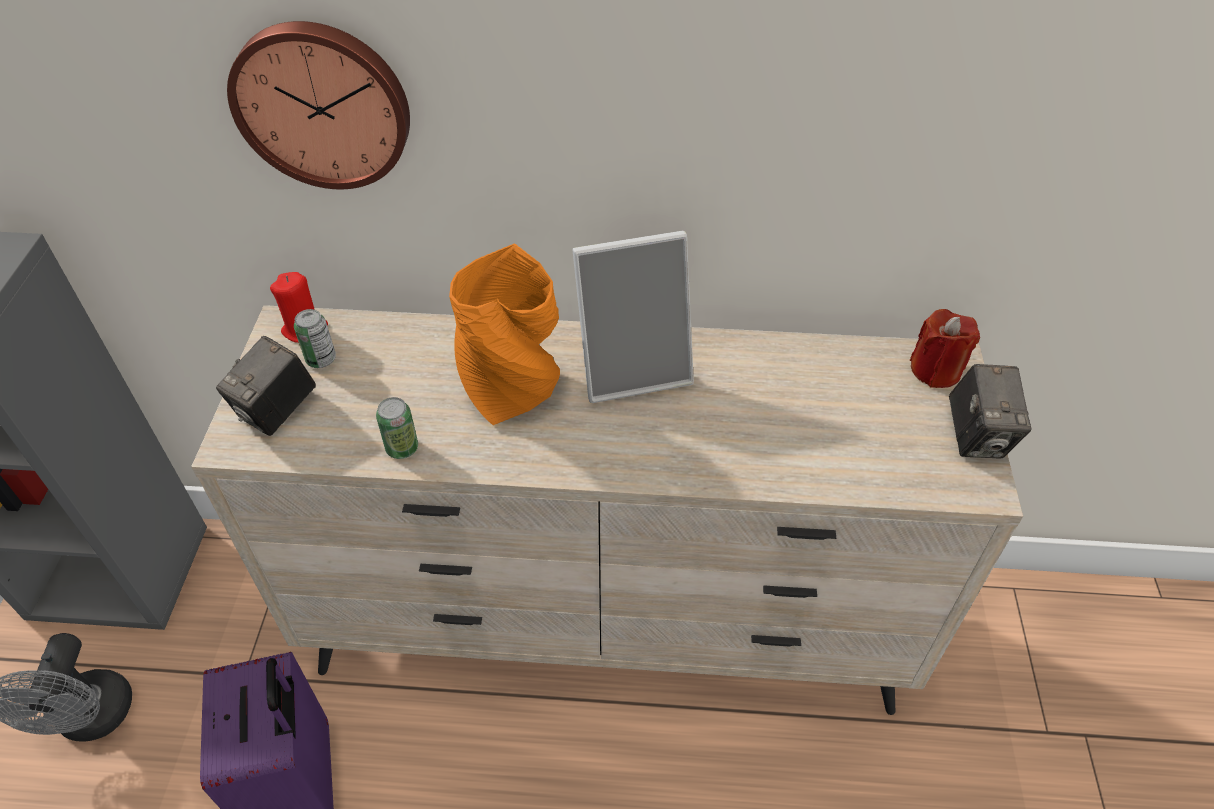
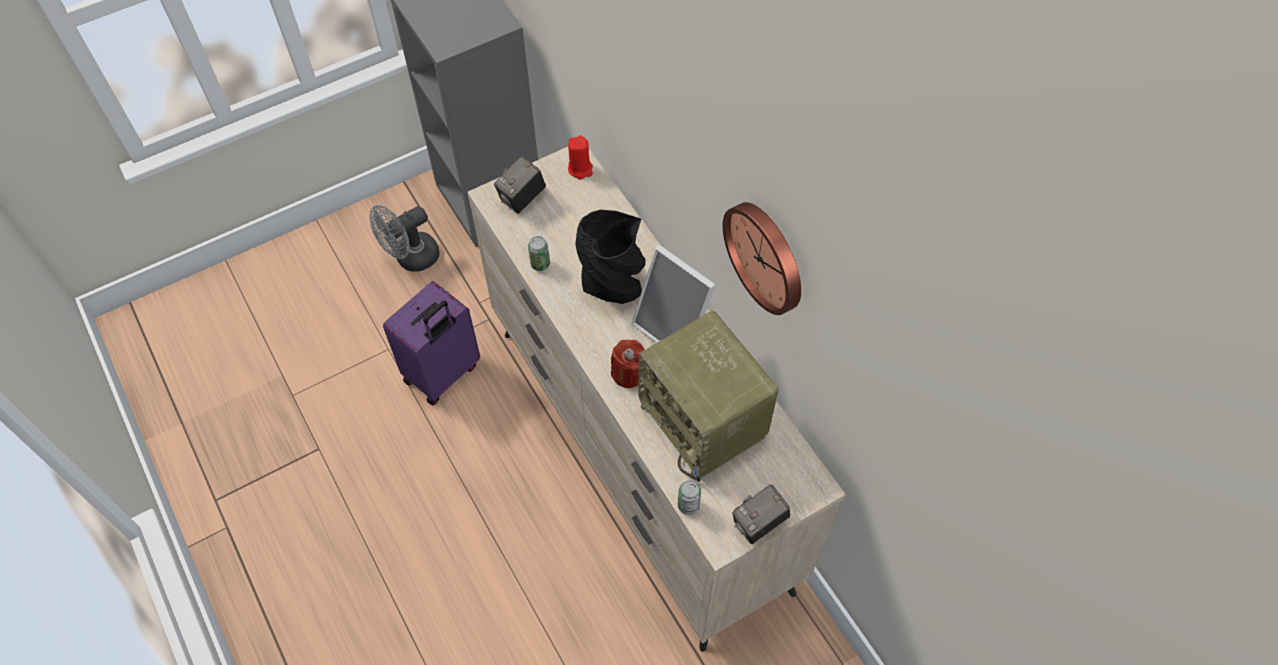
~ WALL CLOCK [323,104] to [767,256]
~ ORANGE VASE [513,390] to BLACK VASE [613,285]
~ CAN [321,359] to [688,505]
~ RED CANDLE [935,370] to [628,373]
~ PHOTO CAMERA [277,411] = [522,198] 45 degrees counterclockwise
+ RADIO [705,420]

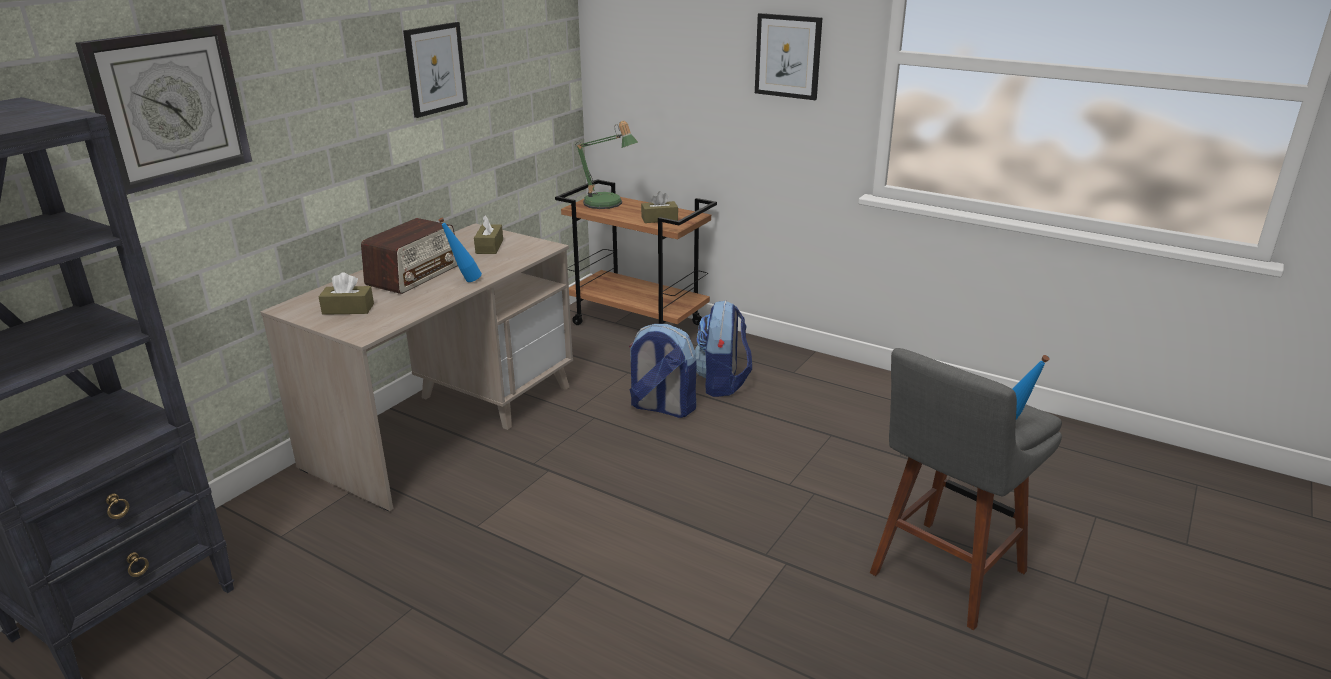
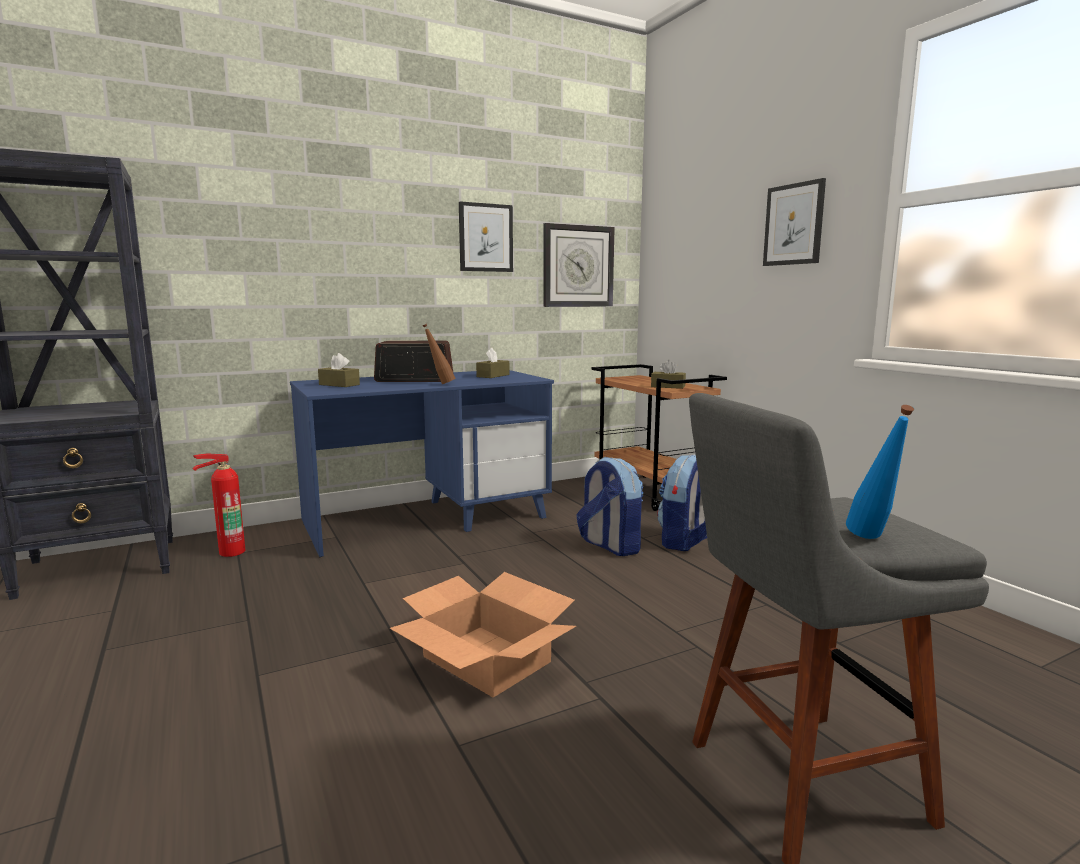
~ WALL CLOCK [169,107] to [578,266]
- TABLE LAMP [607,204]
~ RADIO [414,275] = [414,379] 150 degrees counterclockwise
~ BLUE BOTTLE [464,281] to BROWN BOTTLE [440,384]
~ BEIGE DESK [446,423] to BLUE DESK [428,519]
+ FIRE EXTINGUISHER [229,552]
+ CARDBOARD BOX [486,659]

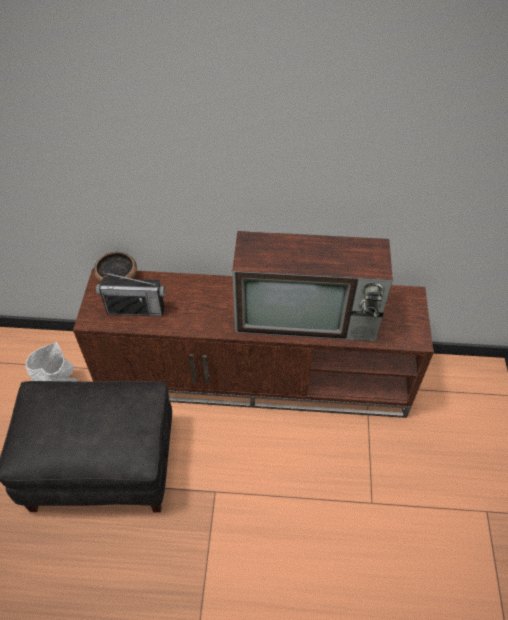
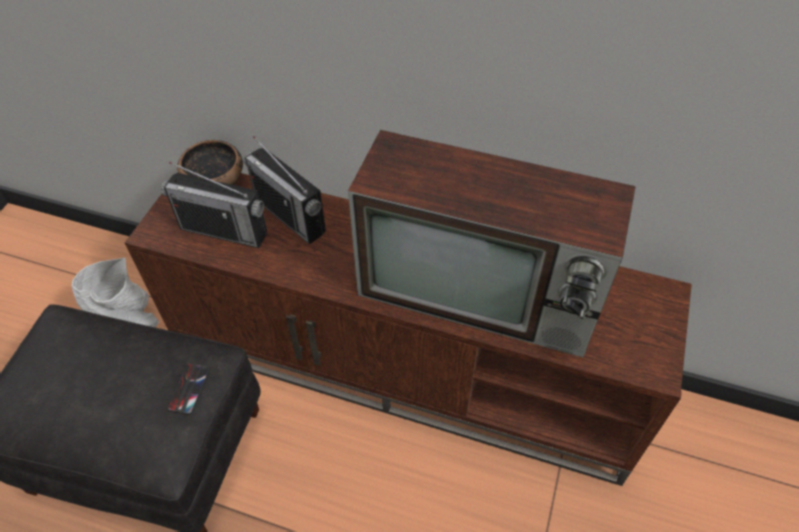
+ RADIO [290,216]
+ PHONE [189,388]

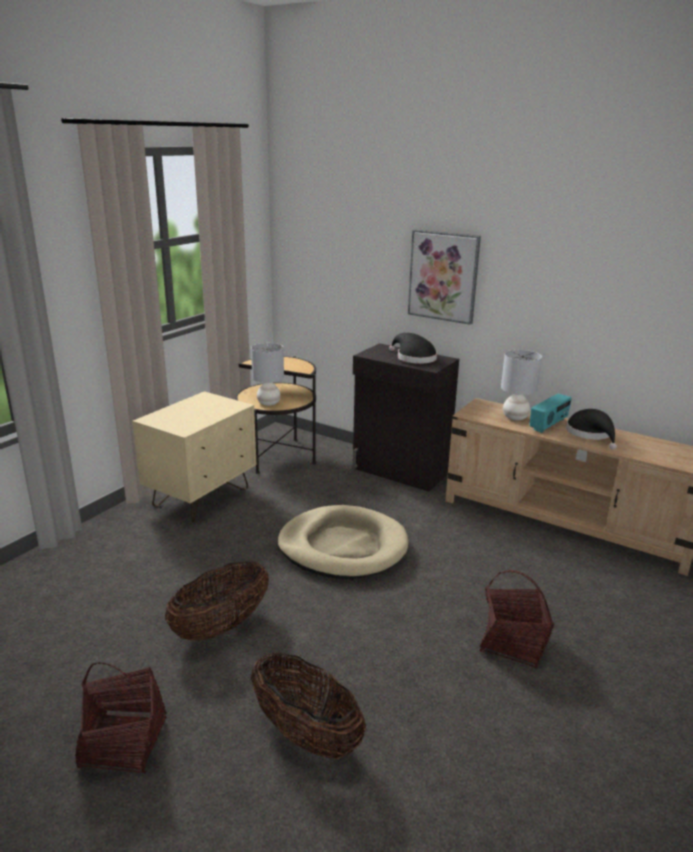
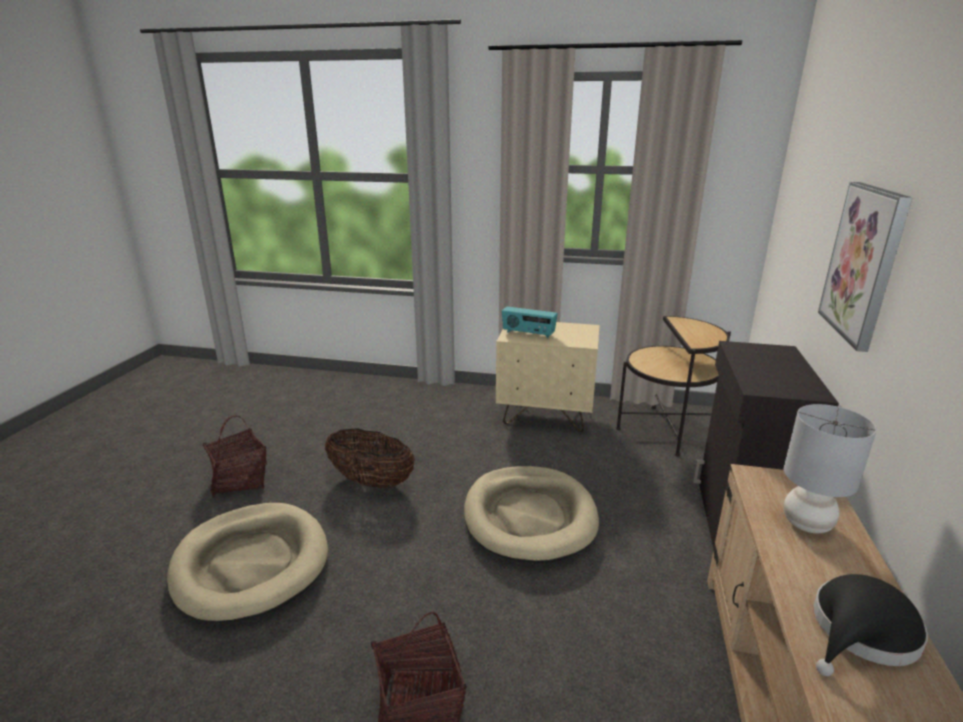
- BLACK HAT [413,358]
- GREY TABLE LAMP [268,403]
~ RADIO [548,425] to [528,334]
~ BASKET [306,734] to BEIGE DOG BED [251,564]

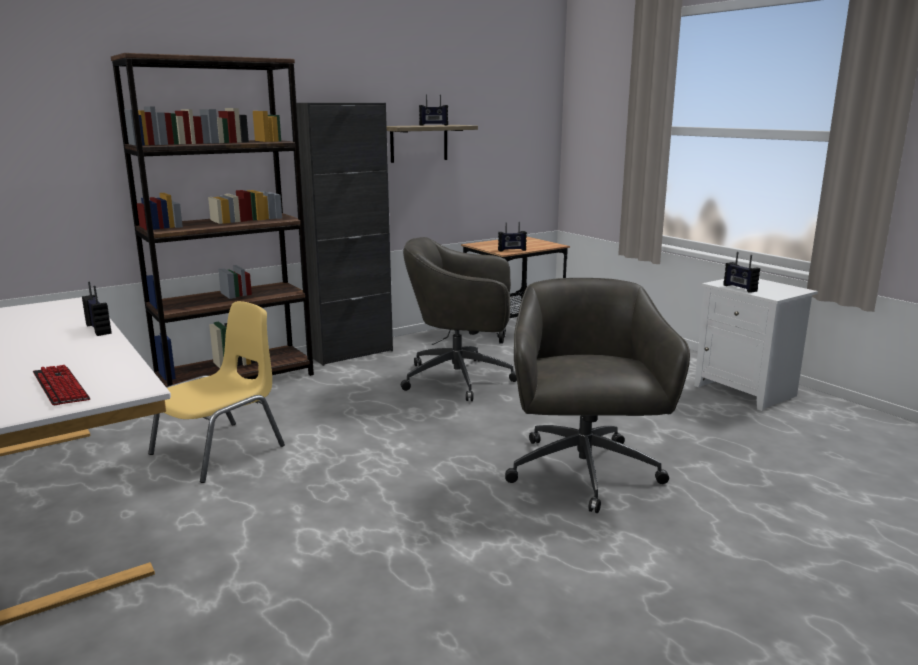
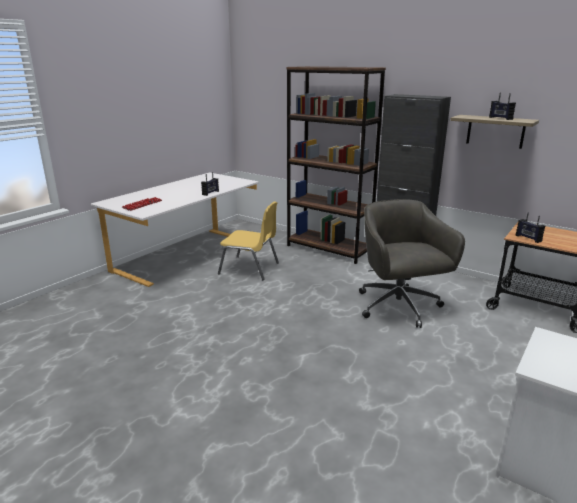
- RADIO [739,288]
- GREY OFFICE CHAIR [583,473]

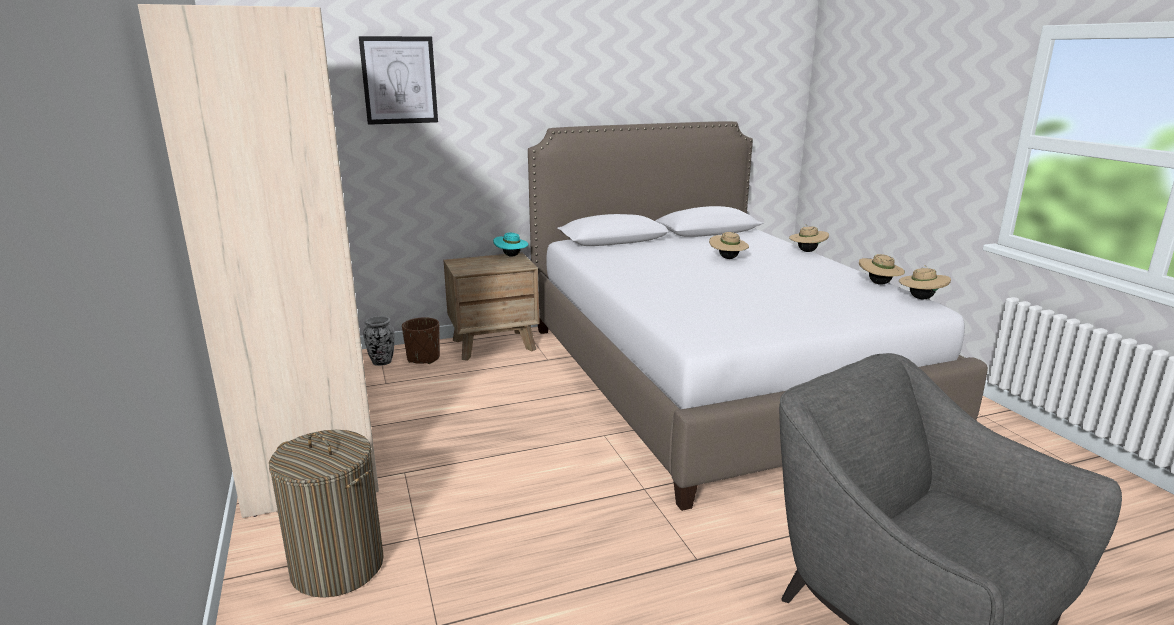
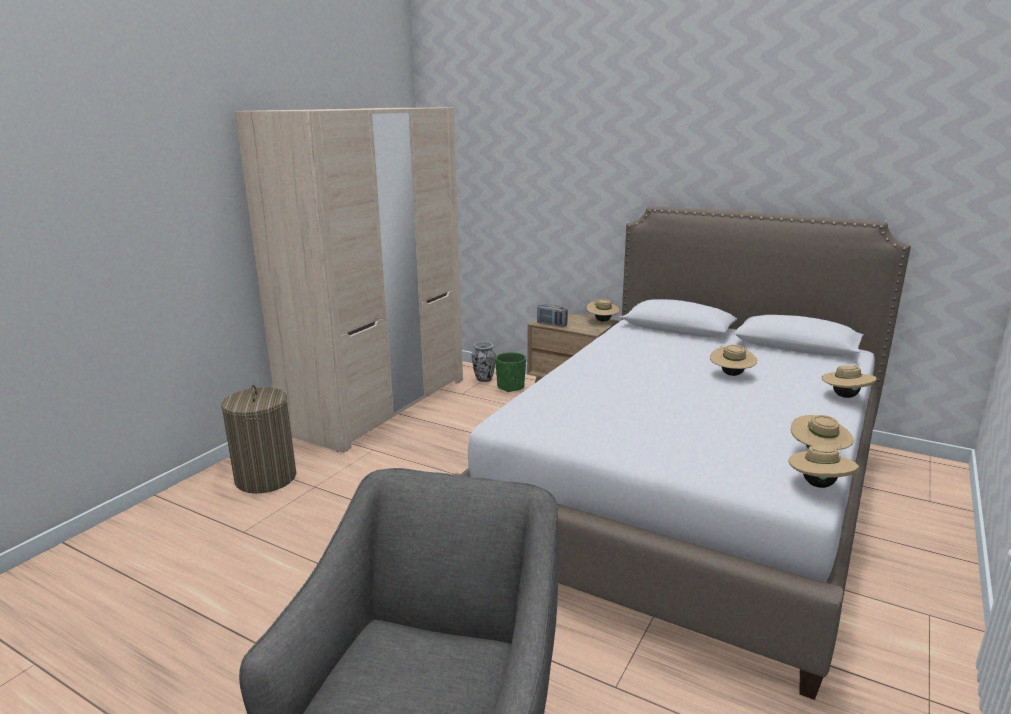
- PICTURE [399,80]
~ TURQUOISE HAT [511,256] to BEIGE HAT [602,321]
~ BROWN PLANTER [423,358] to GREEN PLANTER [510,387]
+ RADIO [552,324]

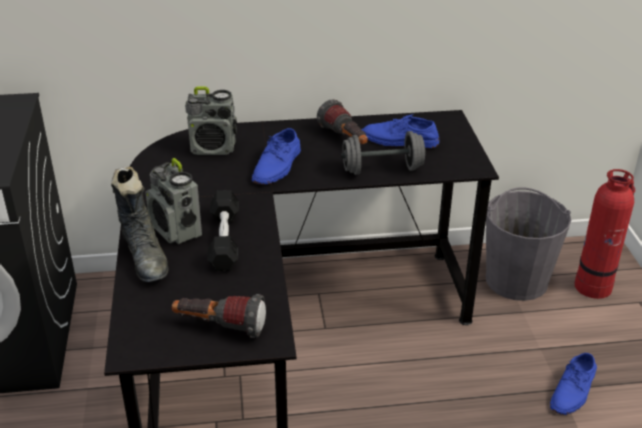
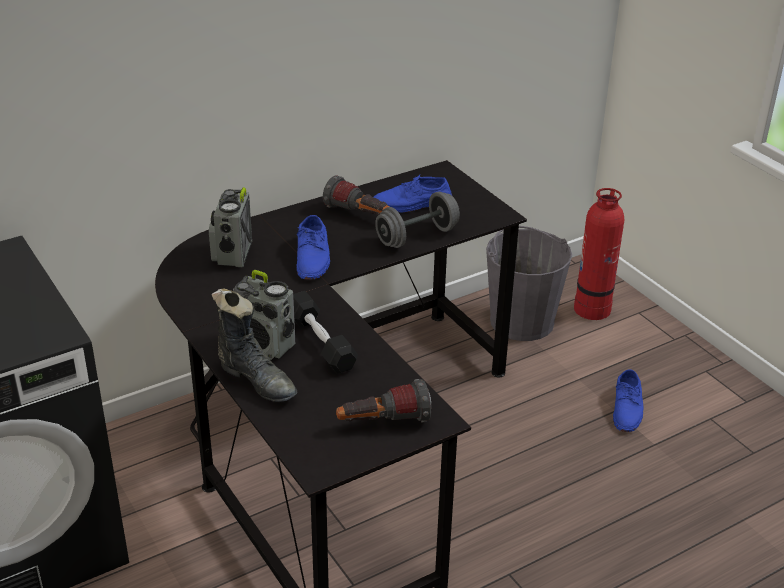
~ RADIO [213,148] = [232,254] 120 degrees clockwise

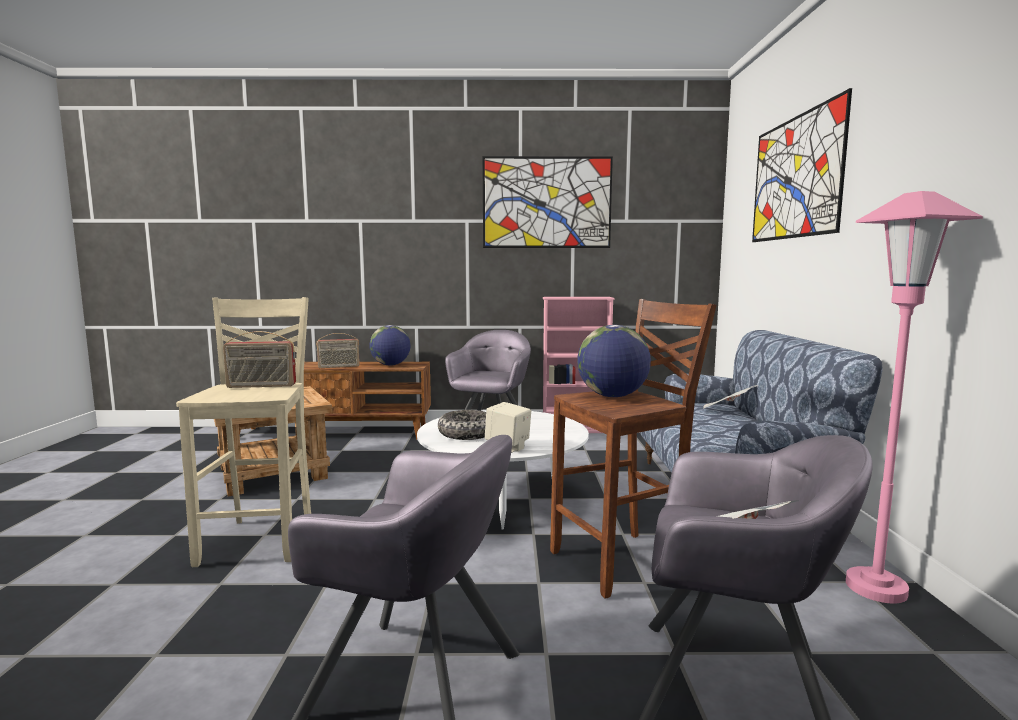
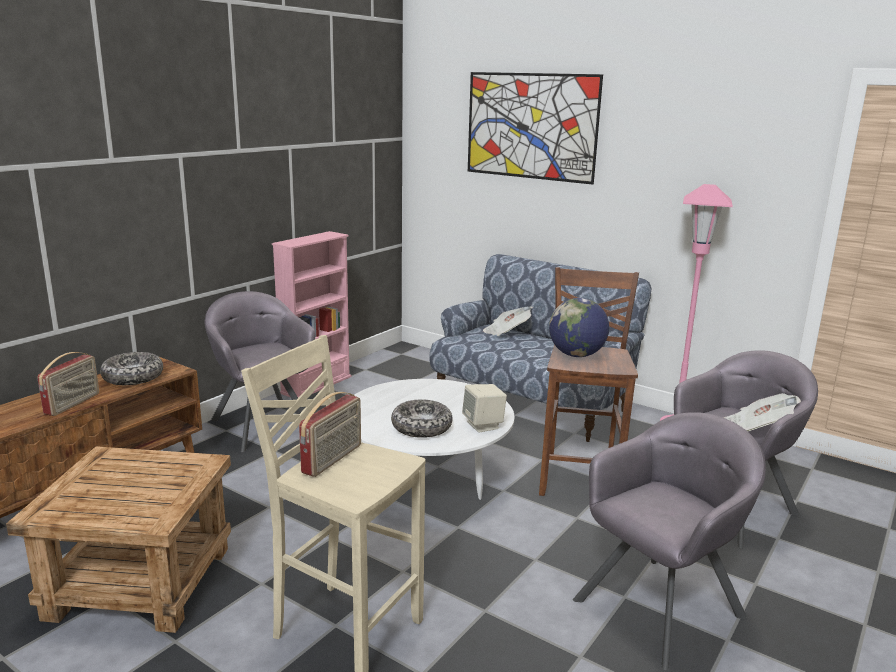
- PICTURE [547,202]
~ GLOBE [390,365] to BOWL [133,377]

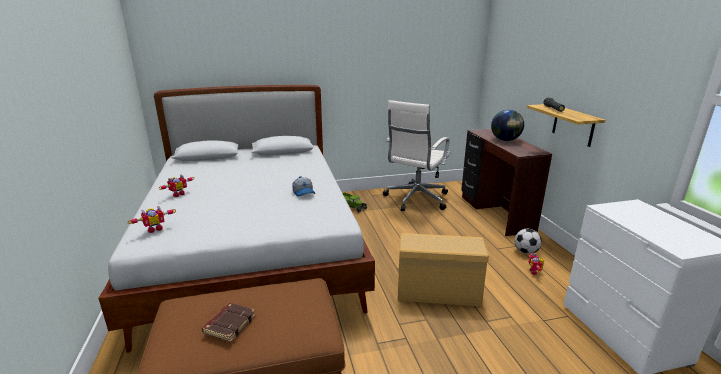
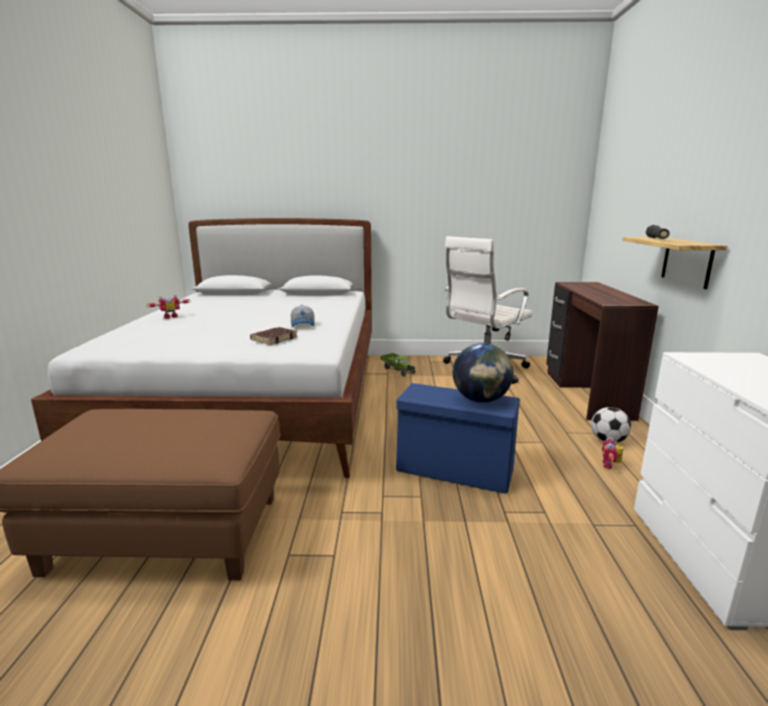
~ GLOBE [505,140] to [481,400]
- TOY ROBOT [155,229]
~ BEIGE STORAGE BOX [439,293] to BLUE STORAGE BOX [456,470]
~ BROWN BOOK [229,324] to [274,339]

